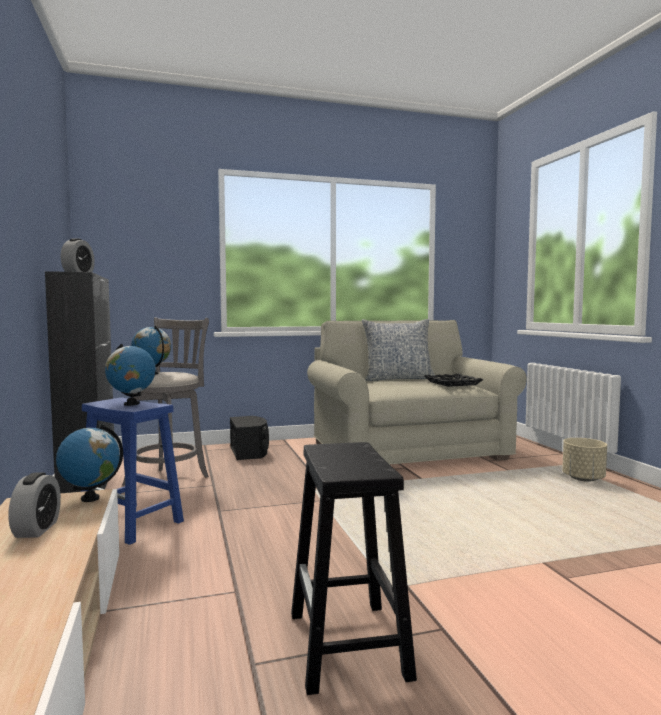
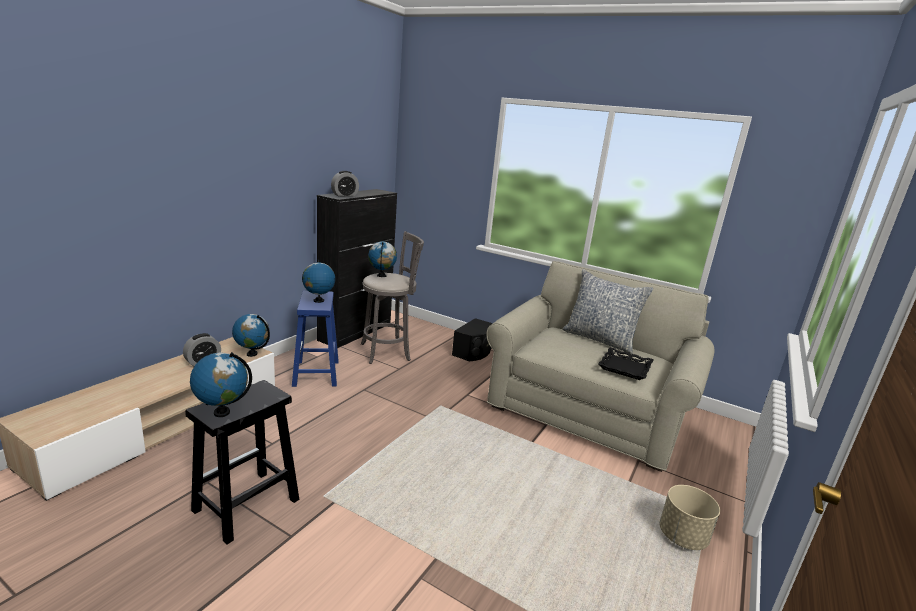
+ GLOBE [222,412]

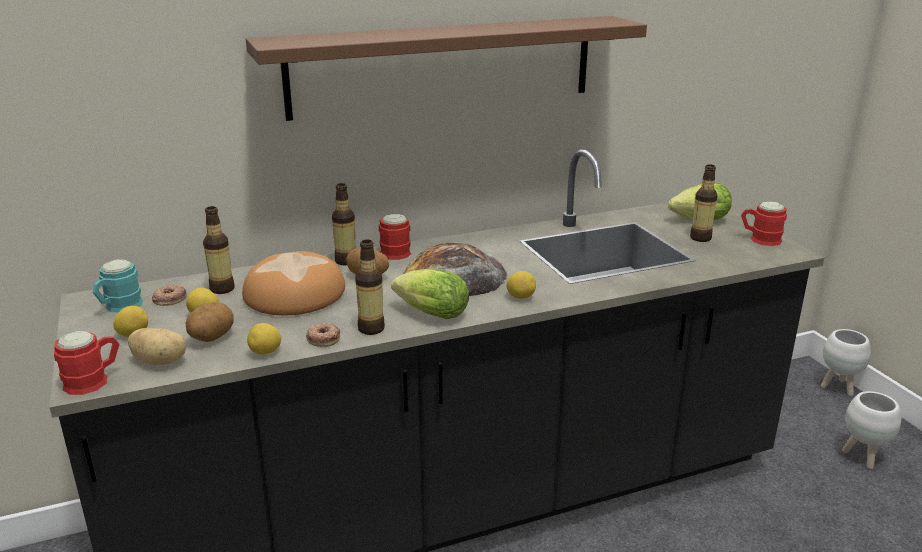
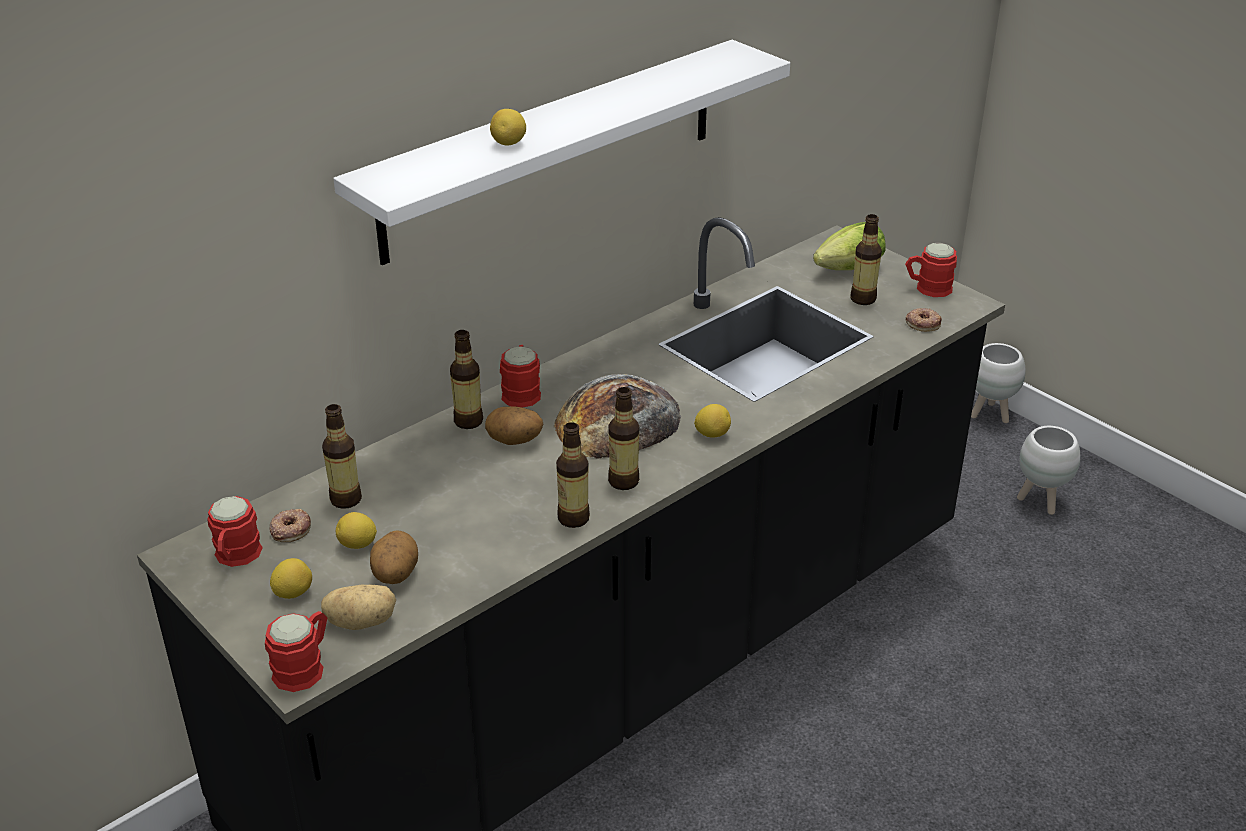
~ BROWN SHELF [443,66] to WHITE SHELF [552,149]
- BREAD [295,293]
~ TURQUOISE MUG [119,307] to RED MUG [235,557]
~ LETTUCE [428,313] to BOTTLE [623,481]
~ LEMON [266,352] to [509,144]
~ DONUT [323,338] to [923,323]

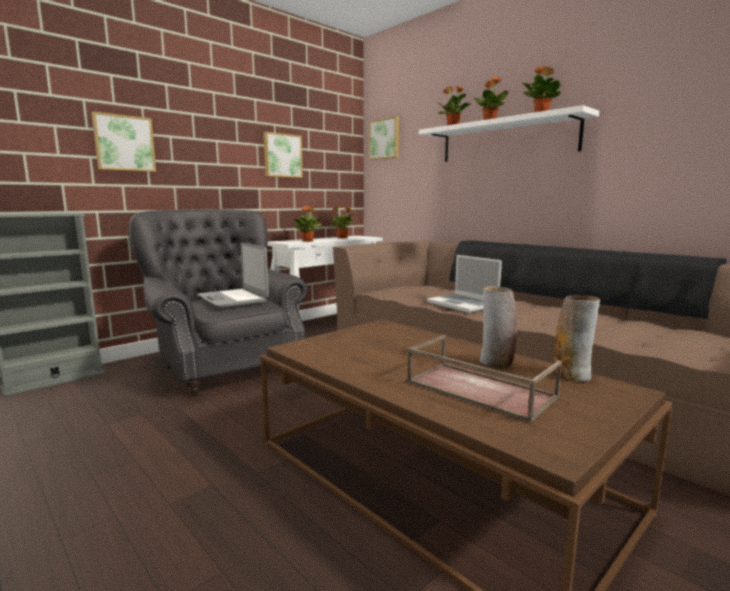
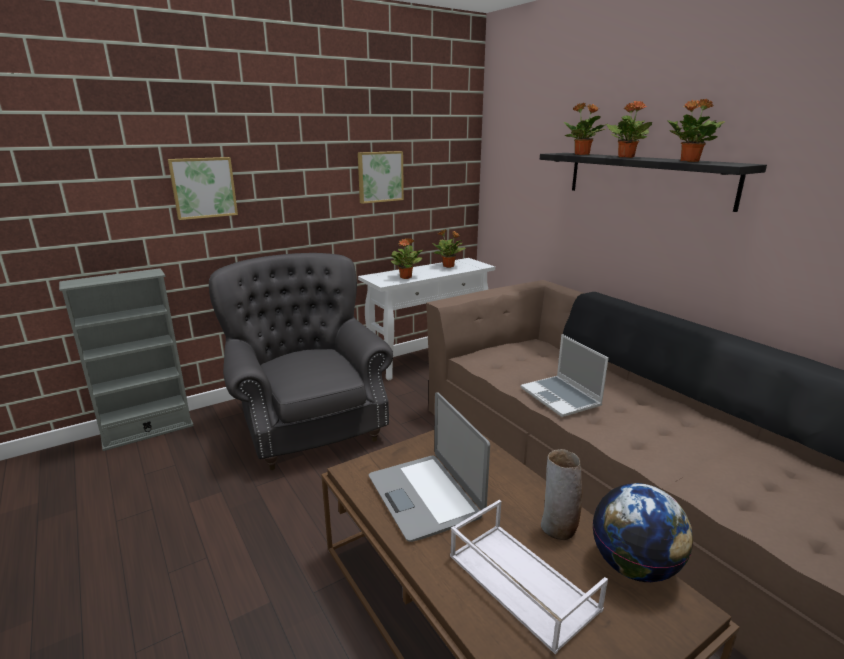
~ WHITE SHELF [506,140] to BLACK SHELF [646,178]
- PICTURE [385,139]
~ LAPTOP [233,299] to [425,496]
~ VASE [571,375] to GLOBE [634,566]
~ BROWN TRAY [477,390] to WHITE TRAY [519,582]

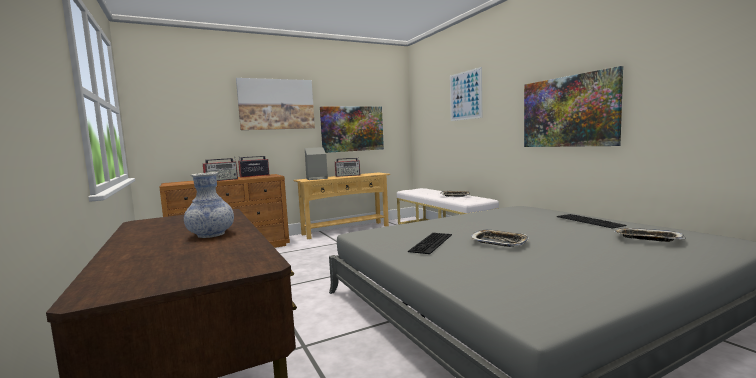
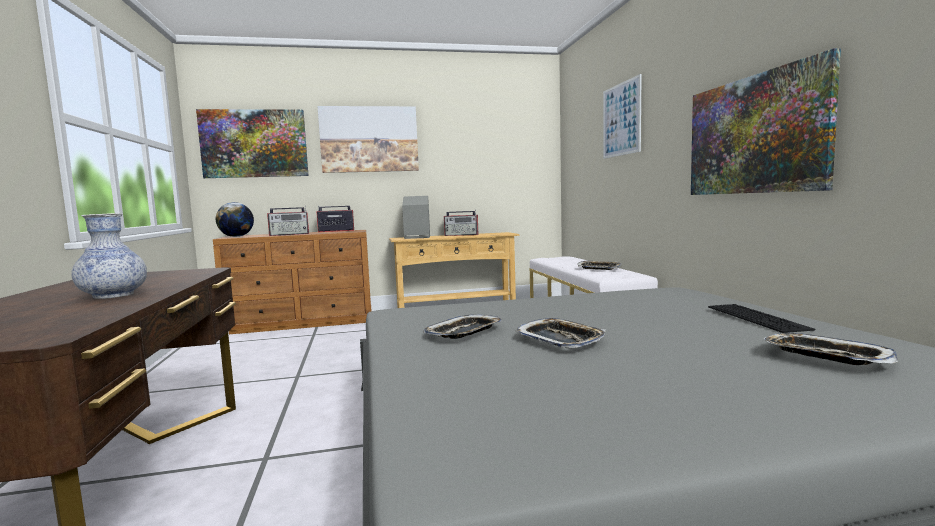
~ PICTURE [352,129] to [254,143]
~ KEYBOARD [432,243] to TRAY [464,332]
+ GLOBE [236,236]

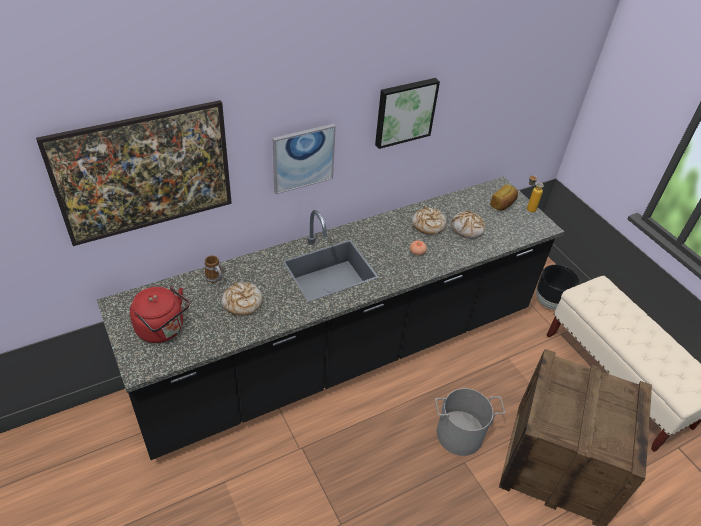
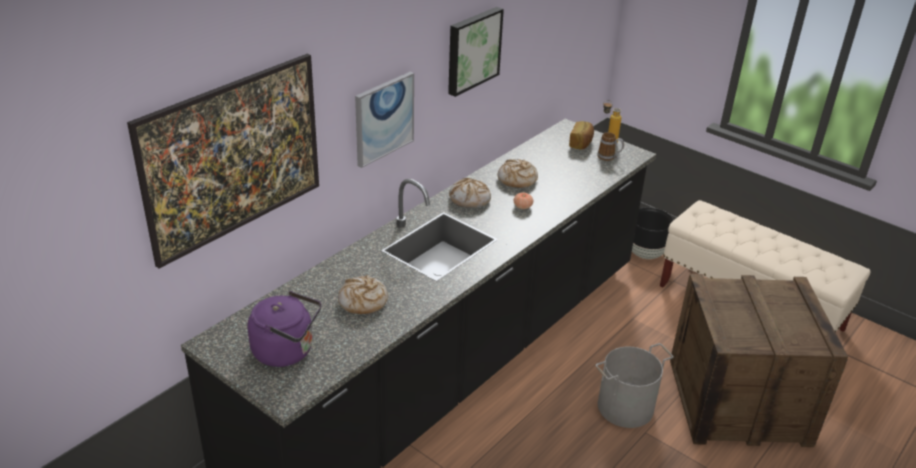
~ BREAD [467,229] to [470,199]
~ MUG [215,279] to [609,158]
~ RED KETTLE [163,329] to PURPLE KETTLE [287,351]

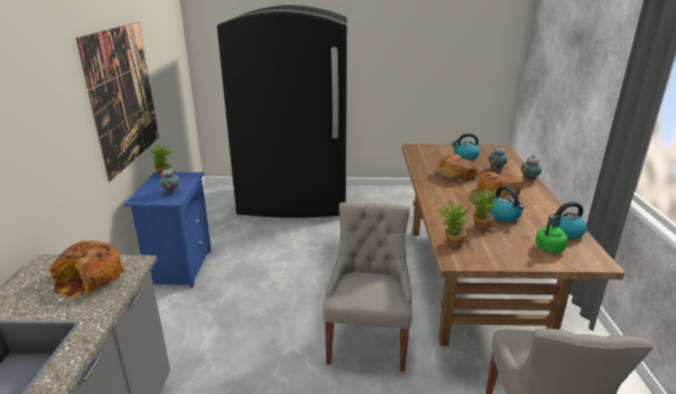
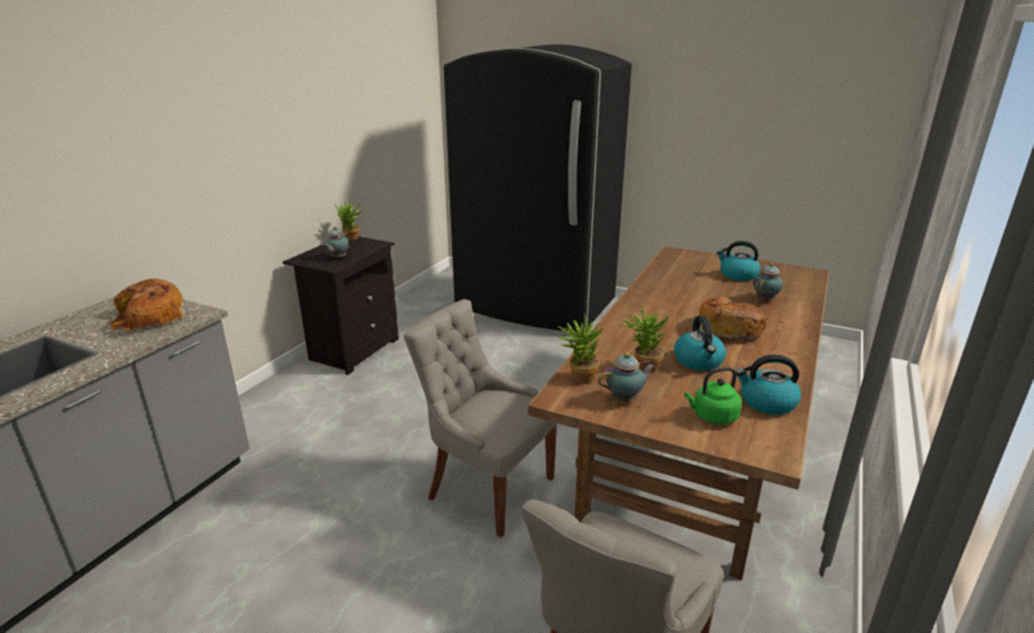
- PICTURE [124,96]
- BREAD [457,174]
~ TEAPOT [529,180] to [625,399]
~ BLUE NIGHTSTAND [179,267] to BLACK NIGHTSTAND [352,350]
~ GREY CHAIR [368,341] = [487,488] 90 degrees counterclockwise

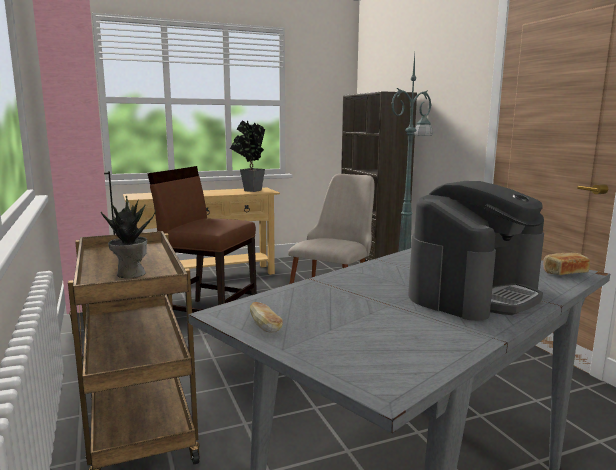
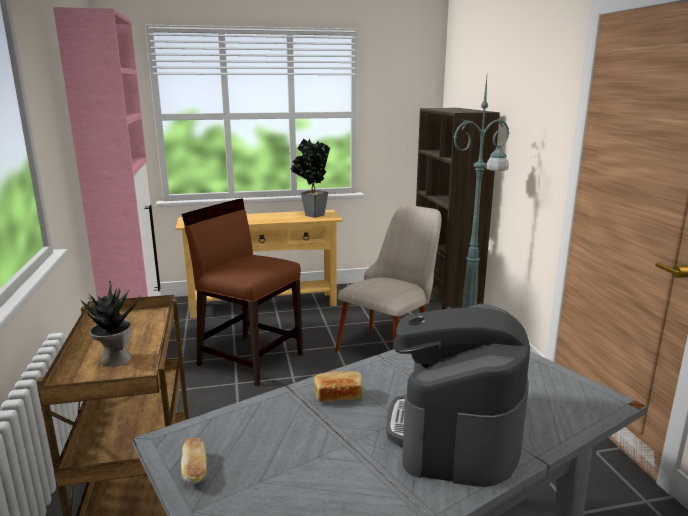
~ COFFEE MACHINE [474,293] = [455,431] 135 degrees clockwise
~ BREAD [564,273] to [338,396]

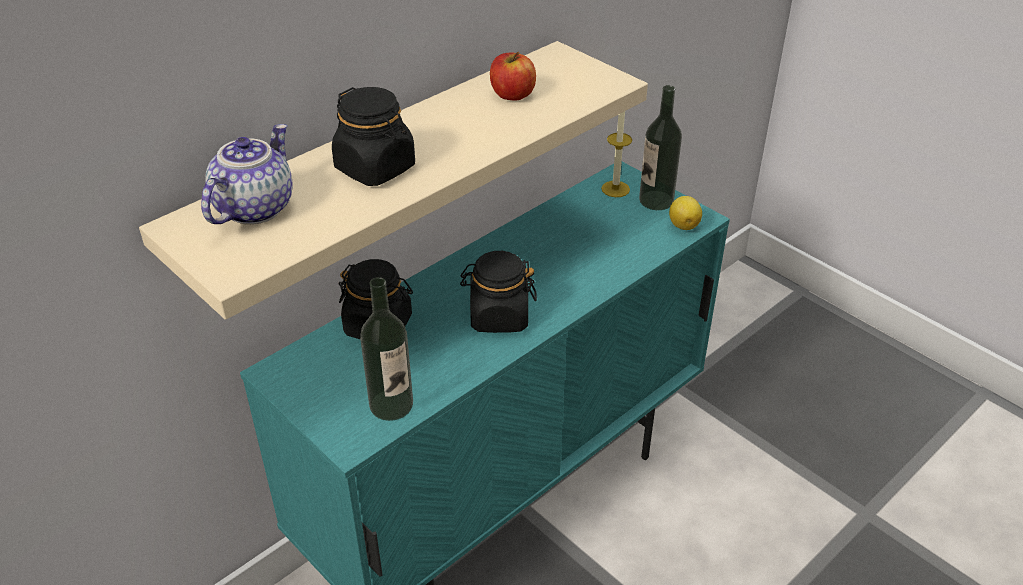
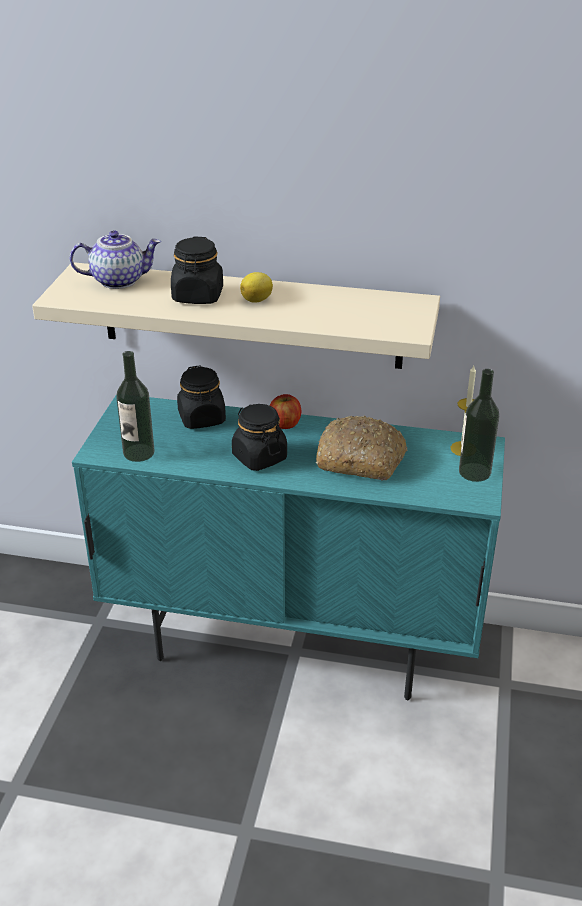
~ APPLE [512,95] to [285,424]
~ LEMON [683,225] to [257,300]
+ BREAD [361,459]

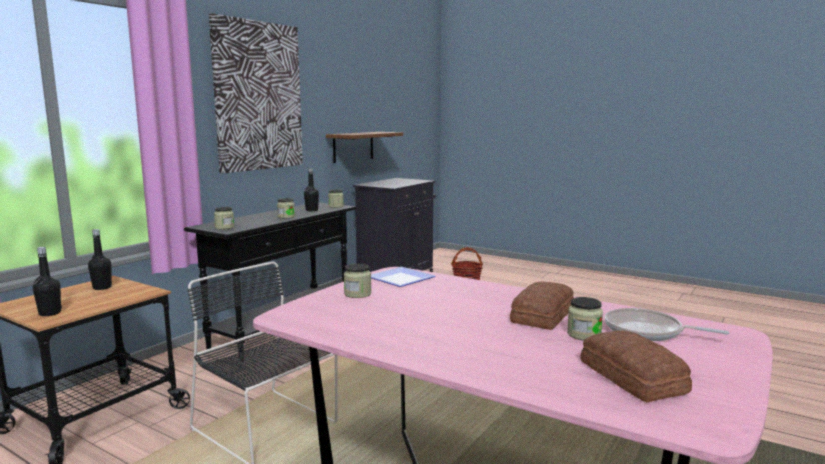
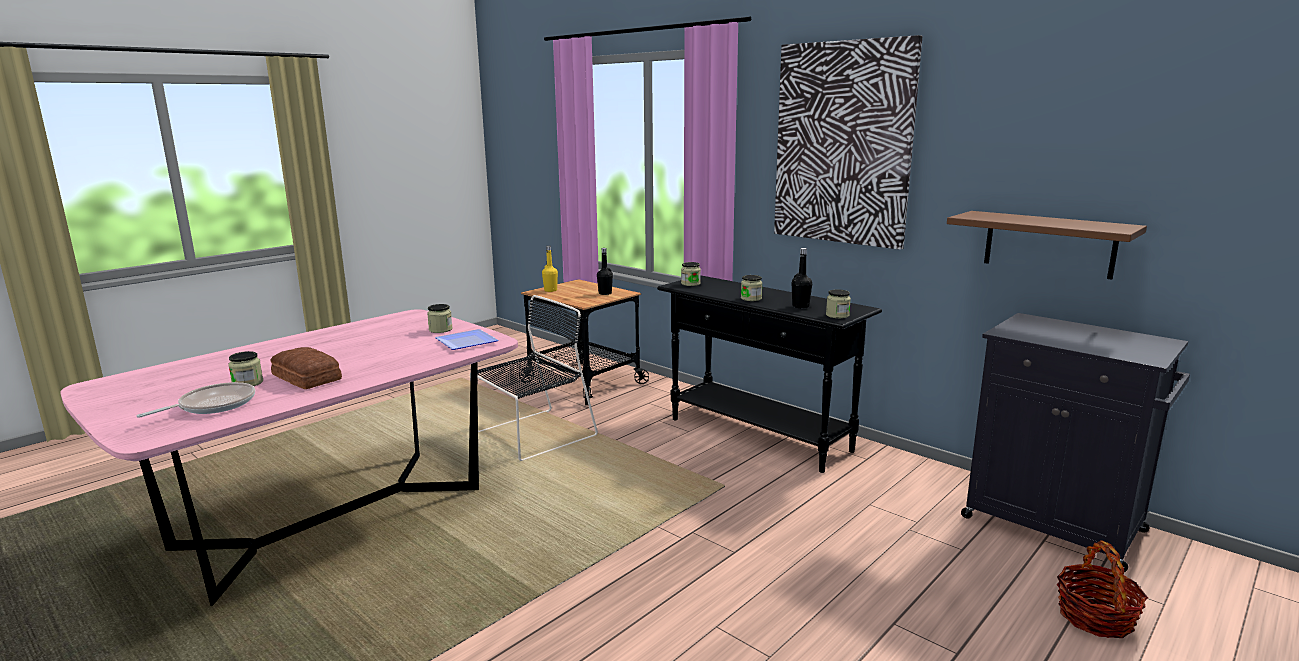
~ BLACK BOTTLE [50,313] to YELLOW BOTTLE [550,290]
- BREAD [631,378]

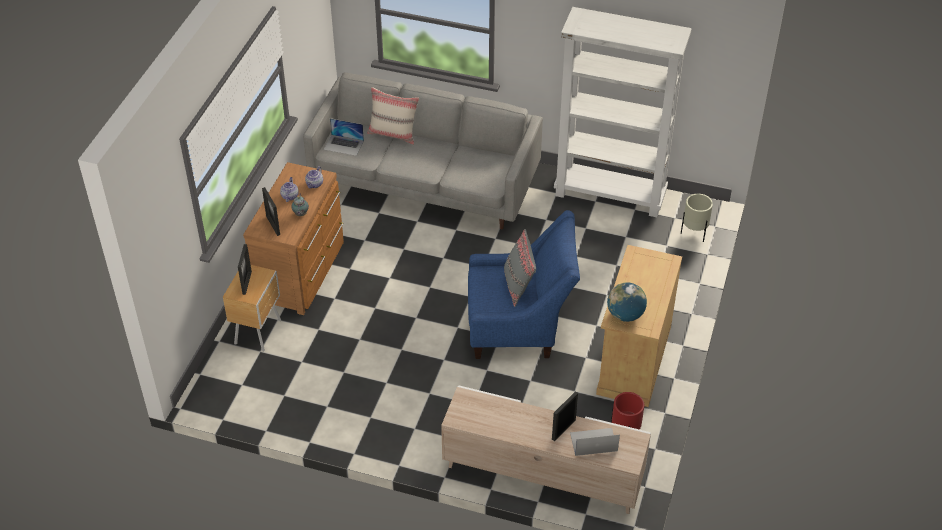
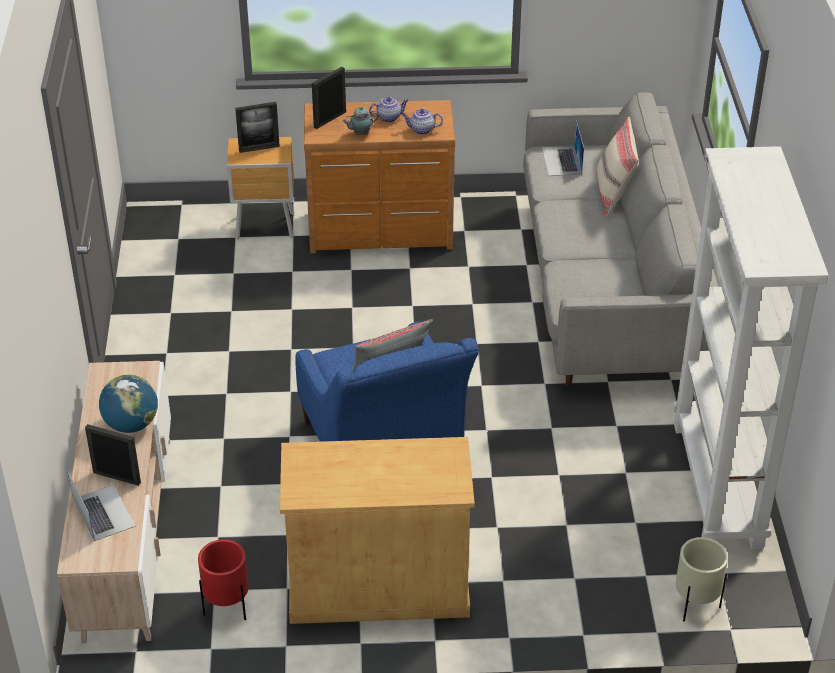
~ GLOBE [625,315] to [131,424]

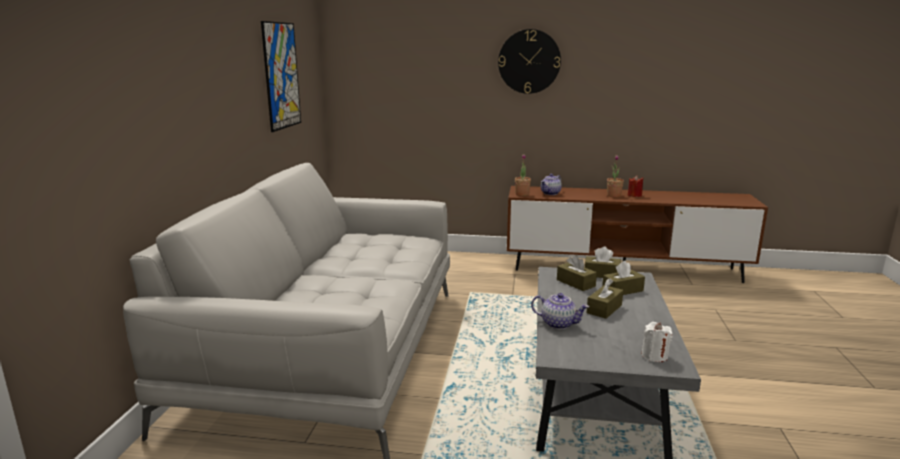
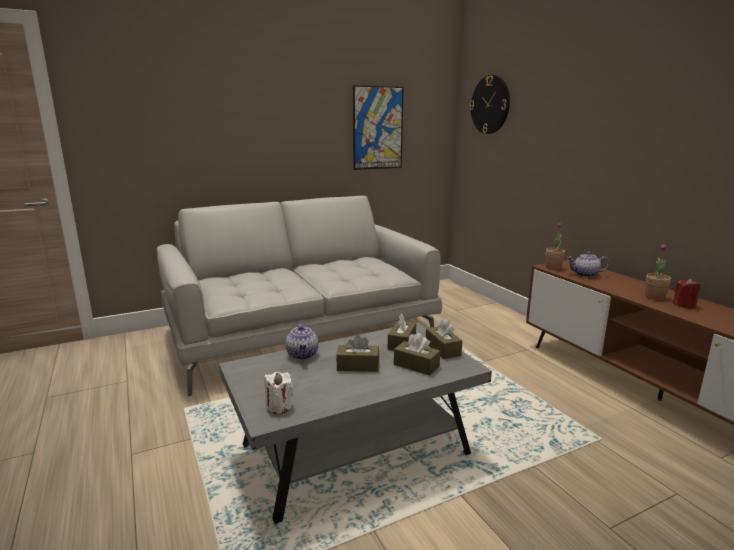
~ WALL CLOCK [529,61] to [490,105]

